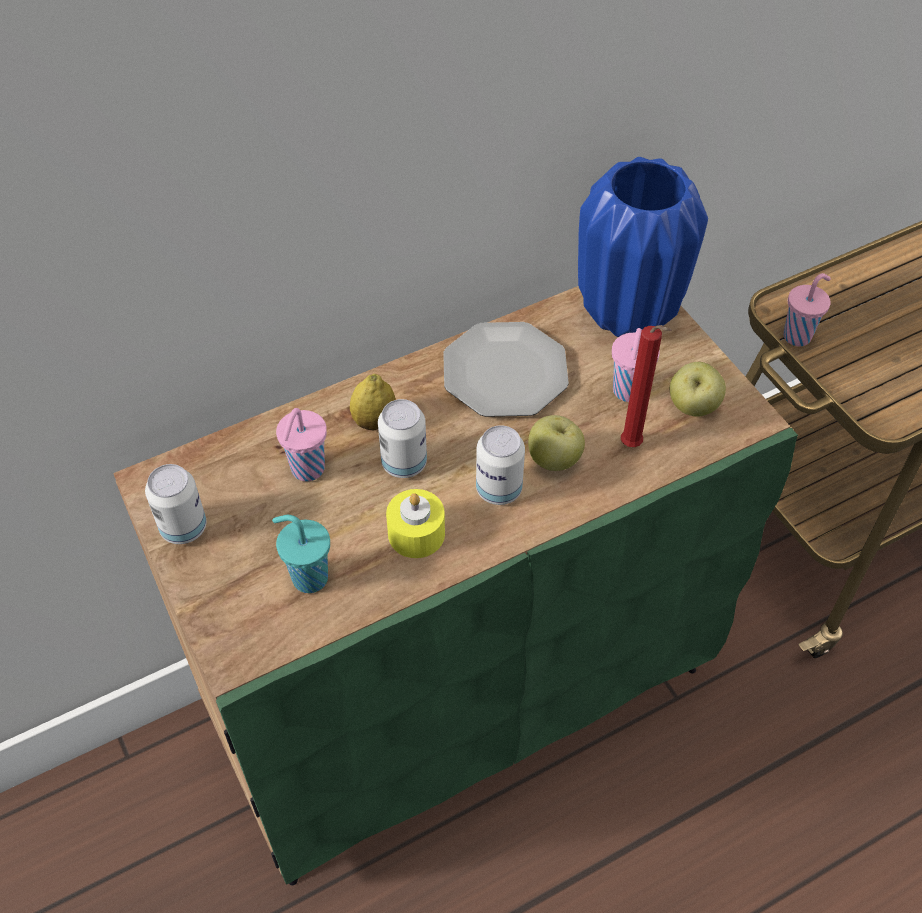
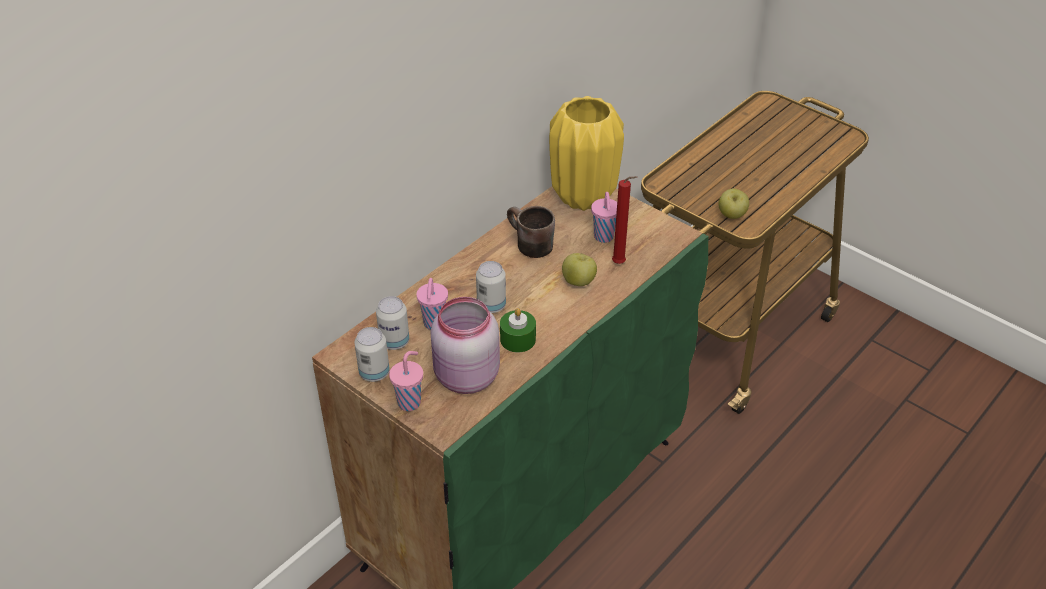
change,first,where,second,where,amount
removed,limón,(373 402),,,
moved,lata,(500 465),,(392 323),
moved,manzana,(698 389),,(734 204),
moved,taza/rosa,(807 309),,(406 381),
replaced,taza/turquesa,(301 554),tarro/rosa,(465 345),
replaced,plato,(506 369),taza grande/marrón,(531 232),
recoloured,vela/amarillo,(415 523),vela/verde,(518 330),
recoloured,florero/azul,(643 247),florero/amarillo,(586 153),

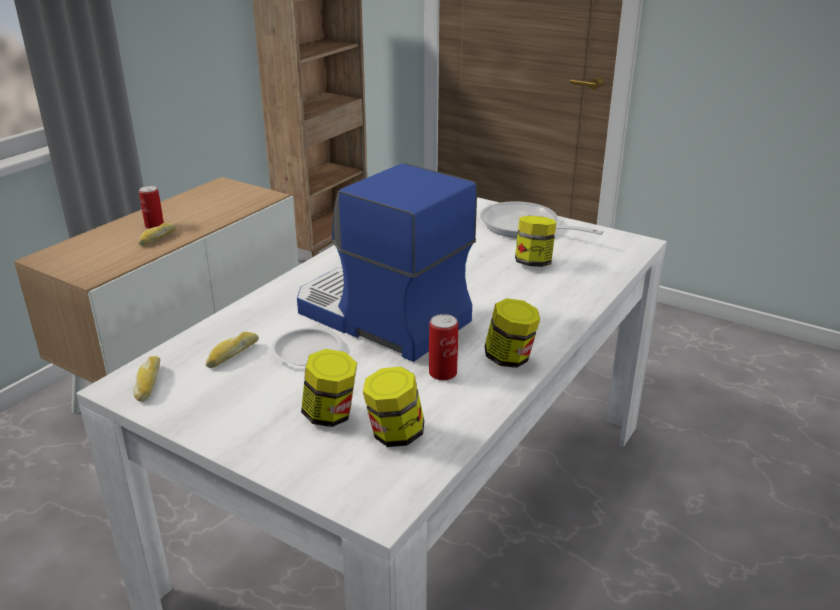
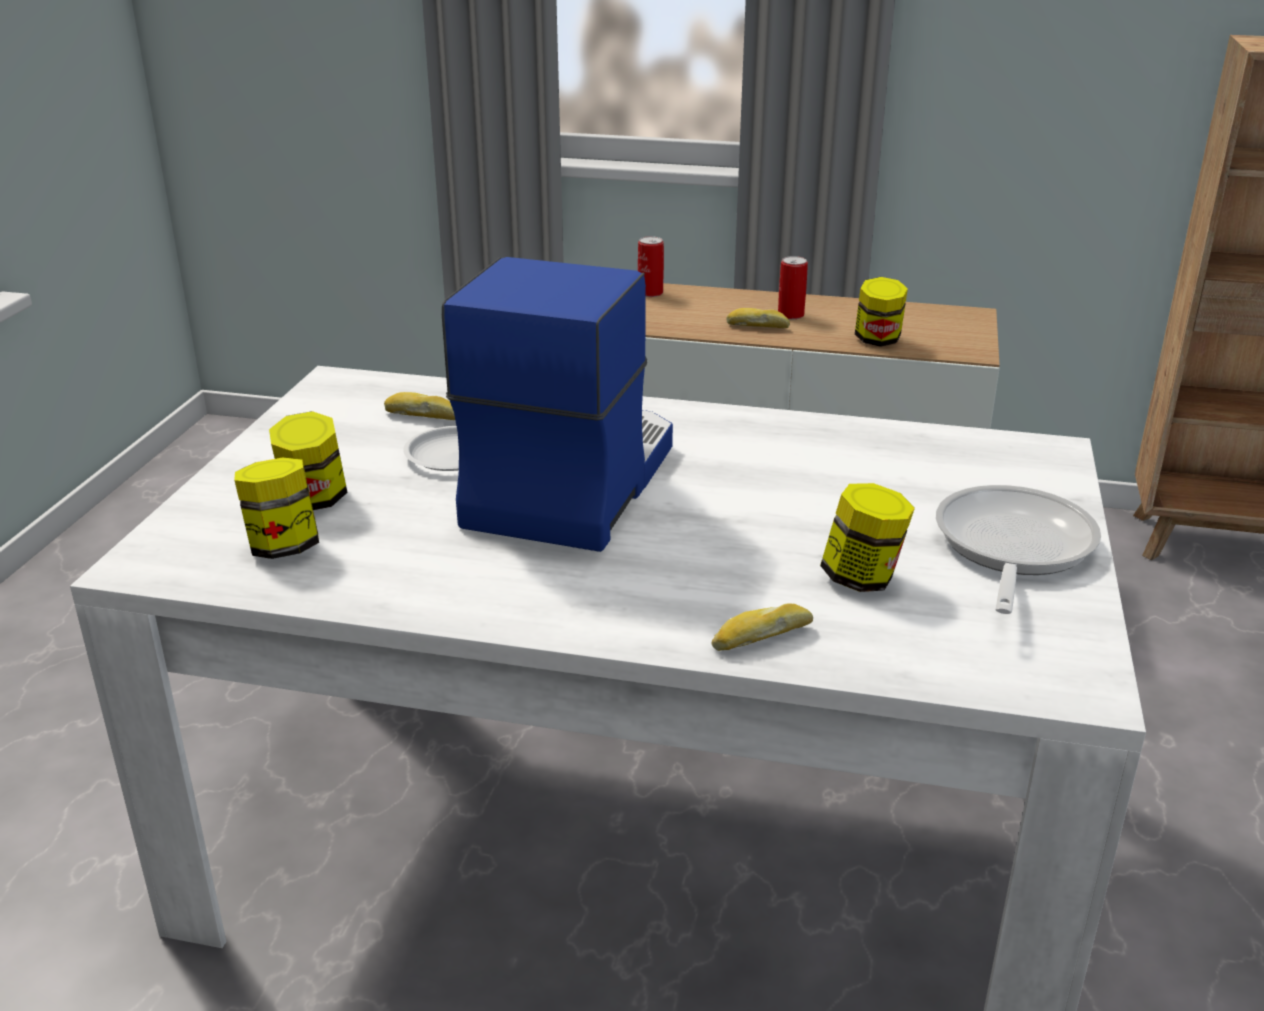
change,first,where,second,where,amount
moved,pan,(146 379),,(762 627),
moved,lata,(443 347),,(651 266),
moved,tarro,(512 333),,(881 312),

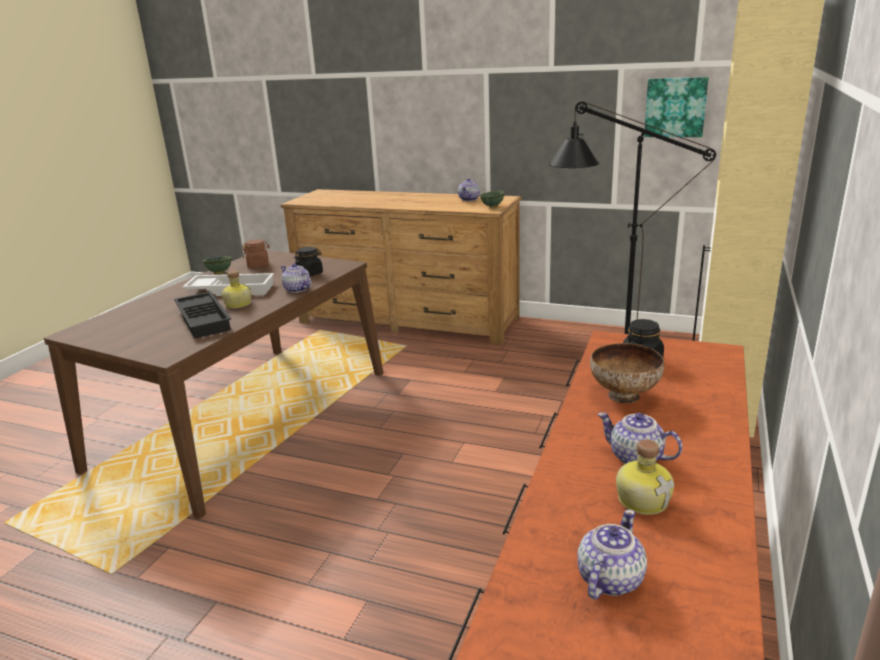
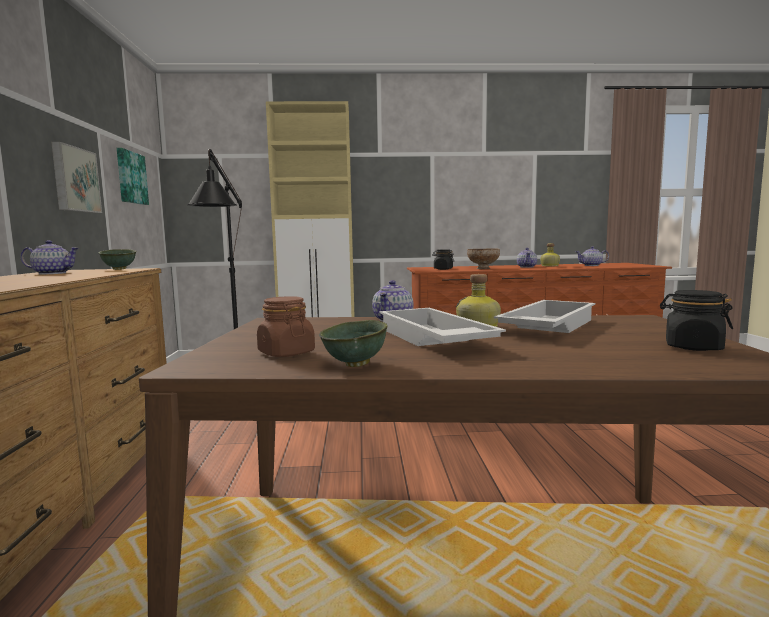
change,first,where,second,where,amount
added,,,cuadro,(76 177),
moved,tarro/negro,(308 261),,(696 320),
recoloured,bandeja/negro,(202 315),bandeja/blanco,(544 316),

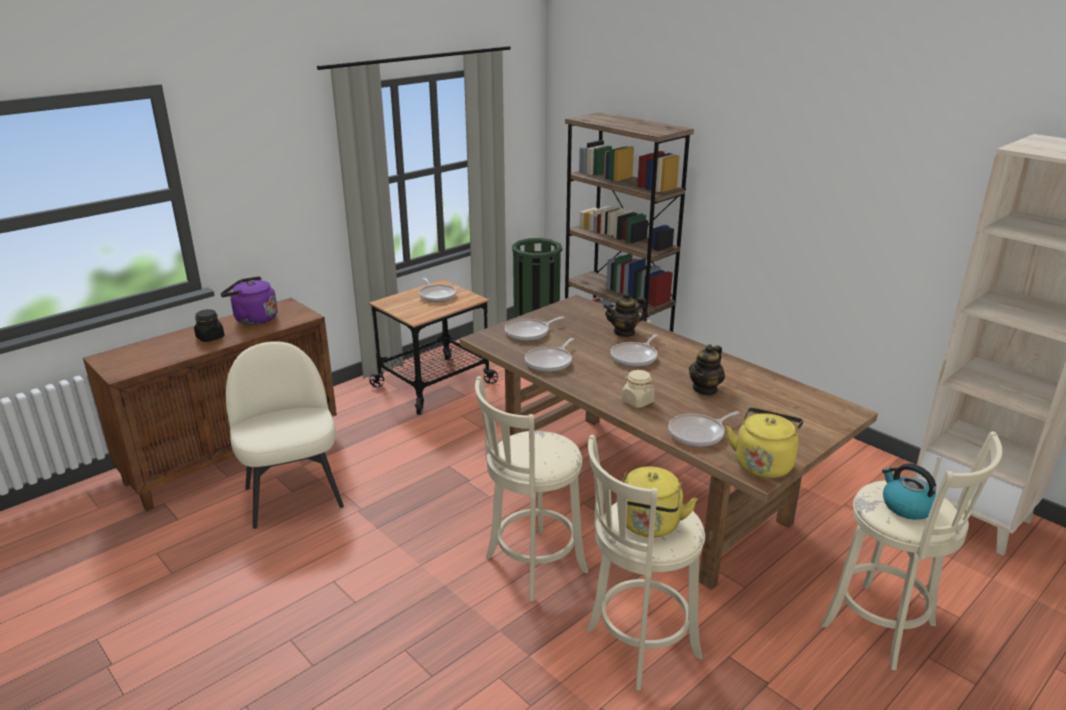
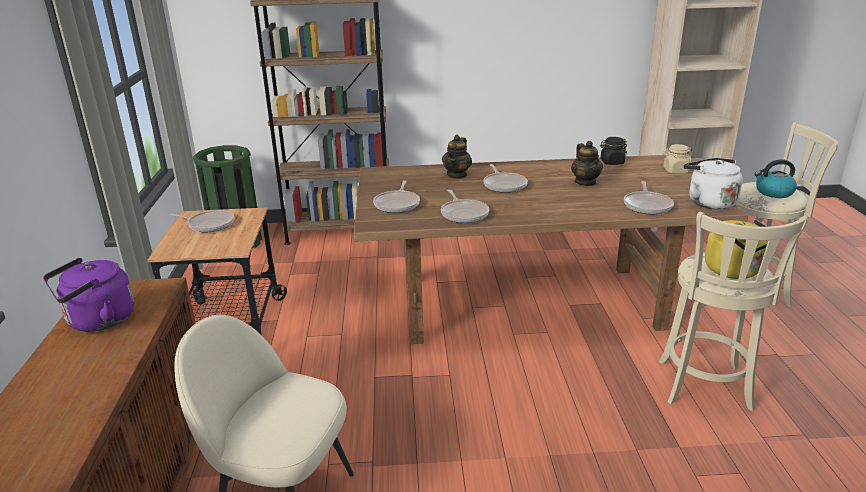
change,first,where,second,where,amount
removed,taburete/beis,(531 489),,,
moved,tarro/negro,(209 325),,(613 151),
moved,tarro/beis,(638 389),,(678 159),
recoloured,hervidor/amarillo,(764 442),hervidor/blanco,(713 184),

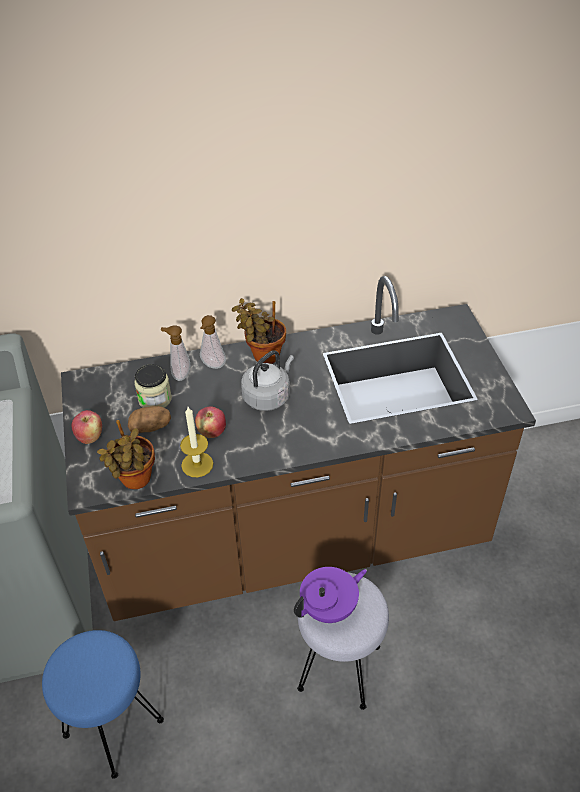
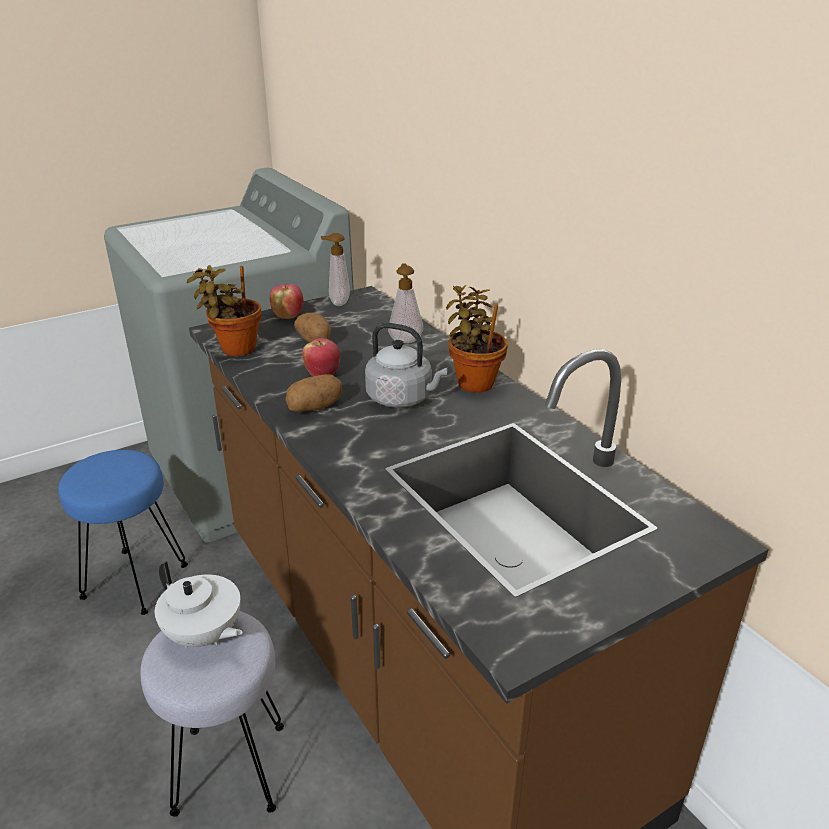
change,first,where,second,where,amount
removed,tarro,(153 386),,,
removed,vela,(196 442),,,
added,,,patata,(313 393),
moved,dispensador de jabón,(213 342),,(335 269),
recoloured,tetera/morado,(330 595),tetera/blanco,(199 604),

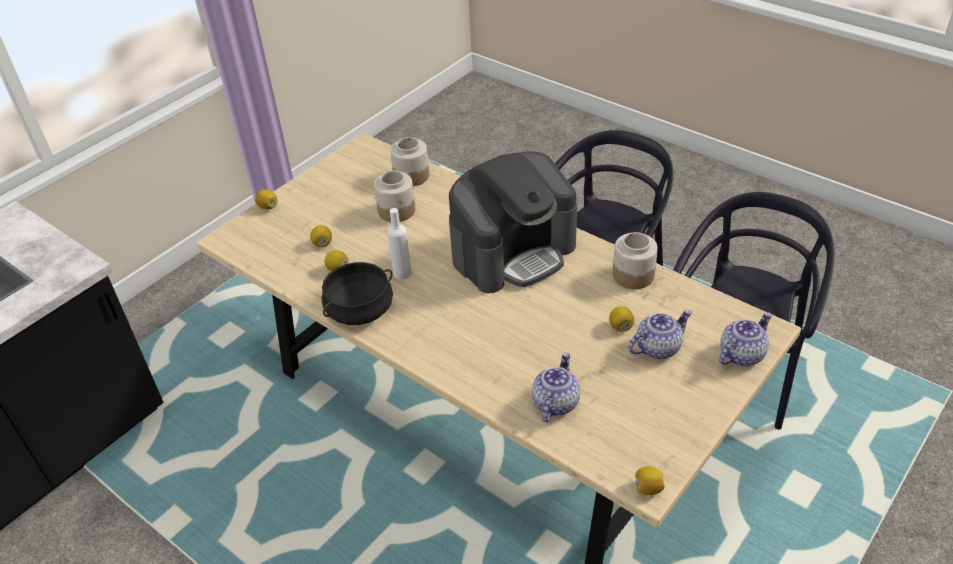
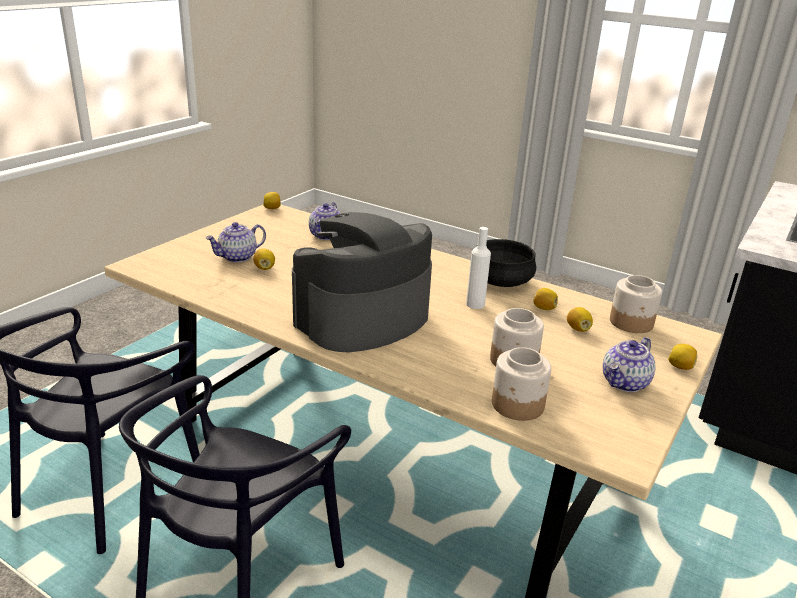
change,first,where,second,where,amount
moved,tarro,(635 260),,(636 304),
moved,tetera,(745 339),,(629 364),

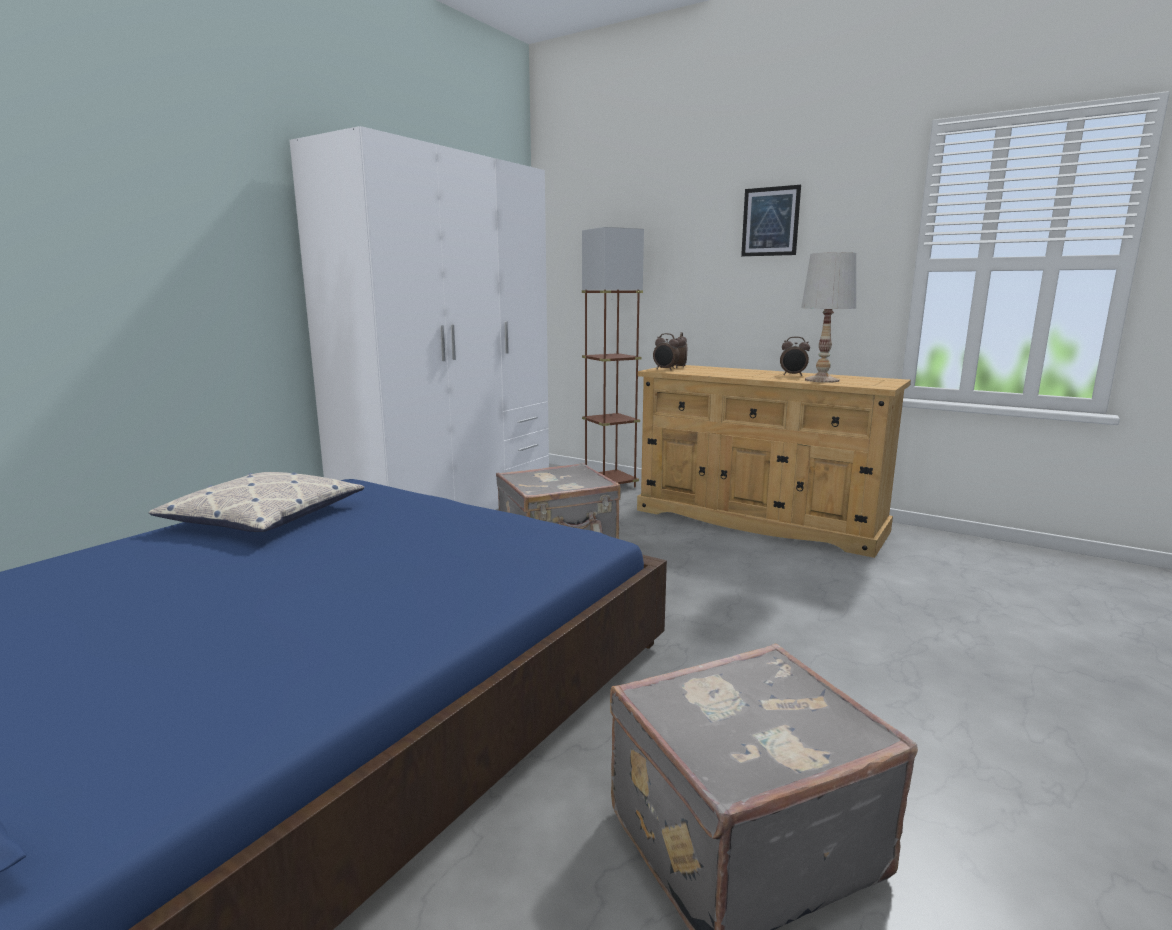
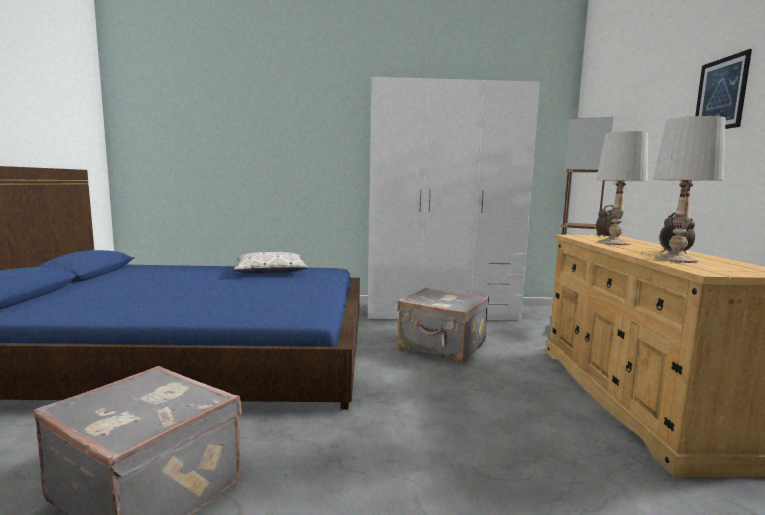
change,first,where,second,where,amount
removed,despertador,(666 351),,,
added,,,lámpara de mesa/blanco,(622 188),

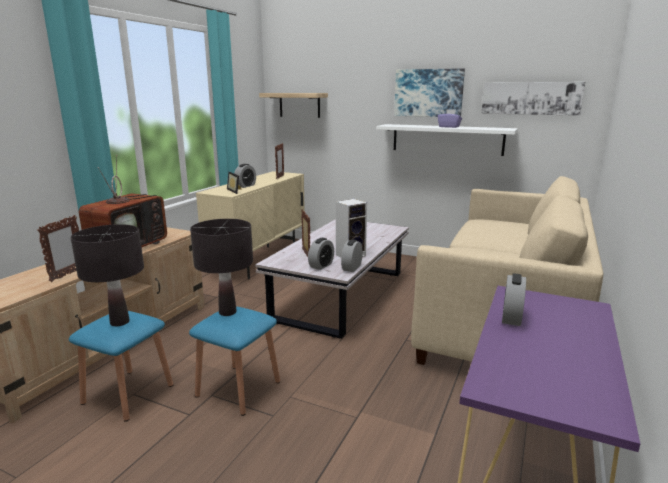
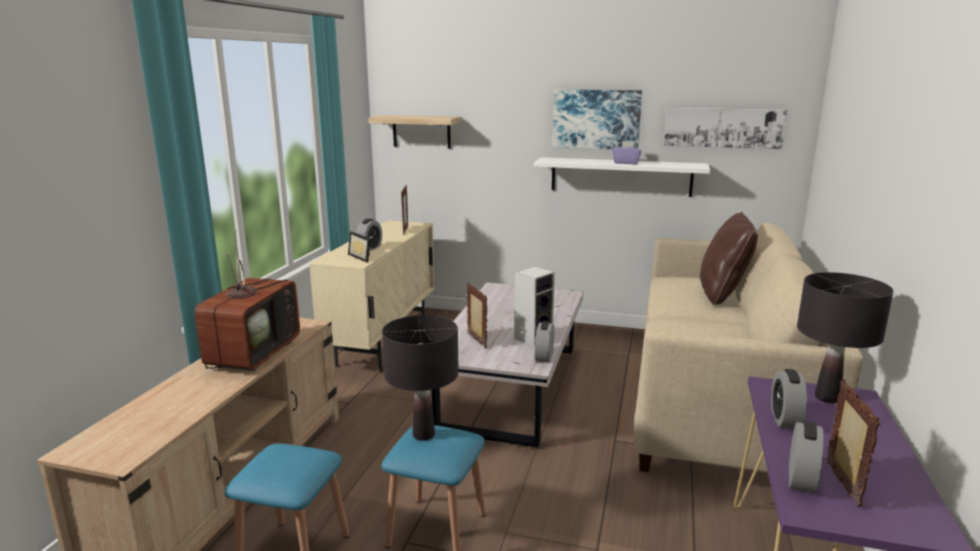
change,first,where,second,where,amount
added,,,cojín/marrón,(729 258),
moved,portarretratos,(58 248),,(853 443),
moved,lámpara de mesa/negro,(107 275),,(845 337),
moved,despertador,(321 254),,(806 457),

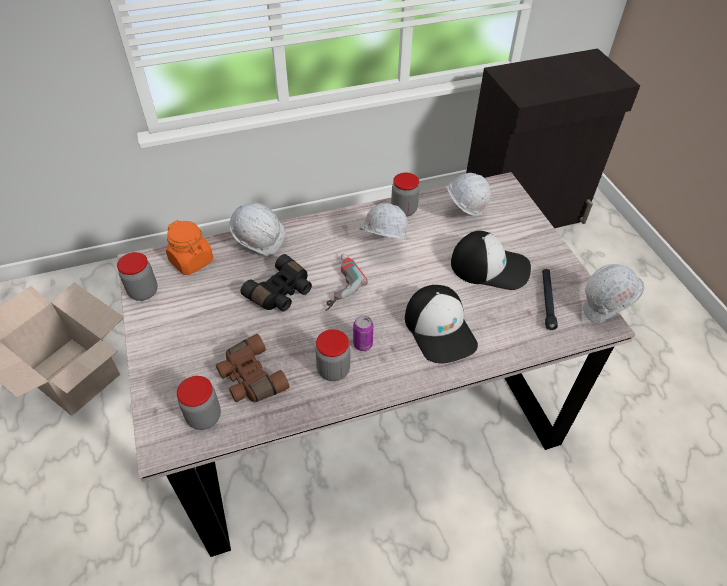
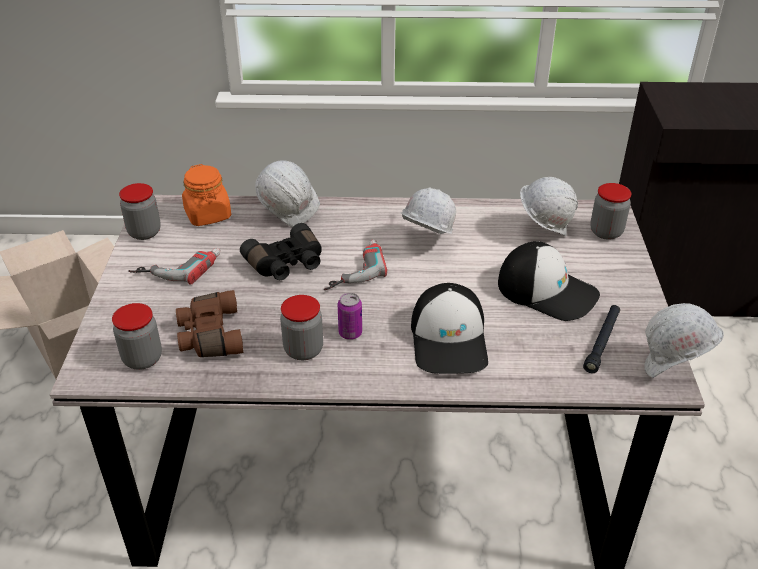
change,first,where,second,where,amount
added,,,taladro,(174 266),
moved,tarro,(405 195),,(610 211),

